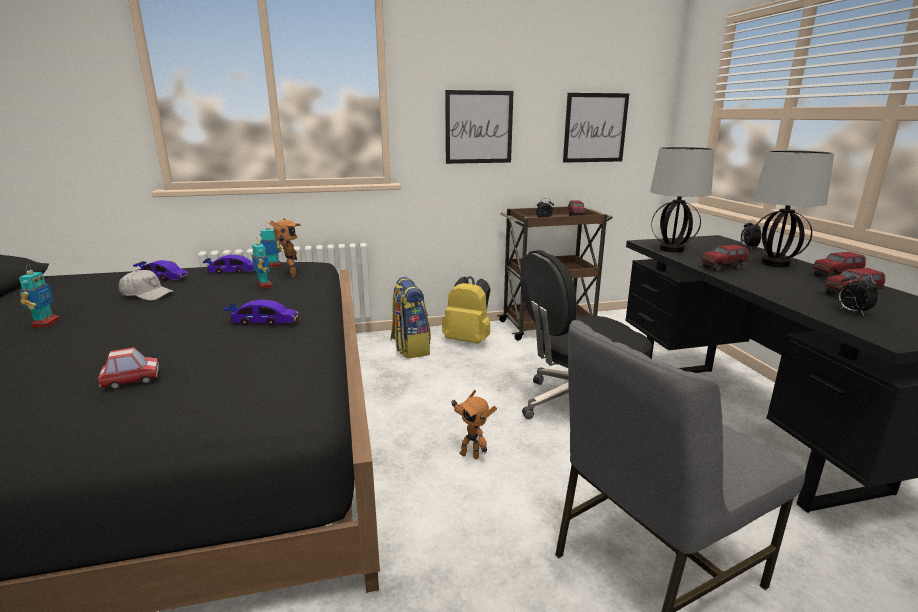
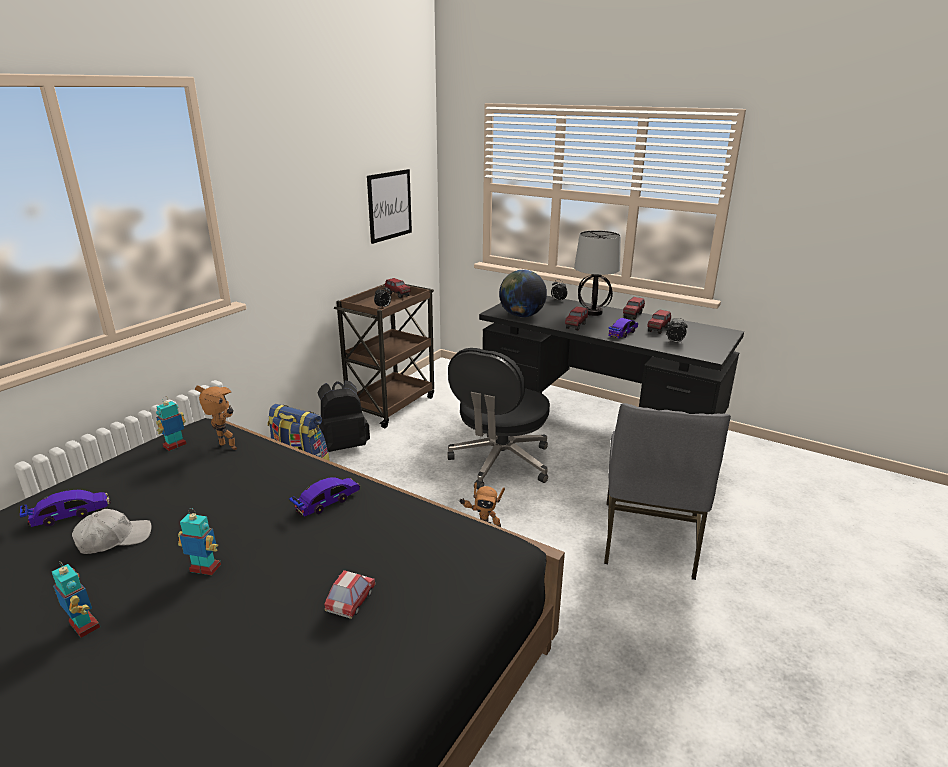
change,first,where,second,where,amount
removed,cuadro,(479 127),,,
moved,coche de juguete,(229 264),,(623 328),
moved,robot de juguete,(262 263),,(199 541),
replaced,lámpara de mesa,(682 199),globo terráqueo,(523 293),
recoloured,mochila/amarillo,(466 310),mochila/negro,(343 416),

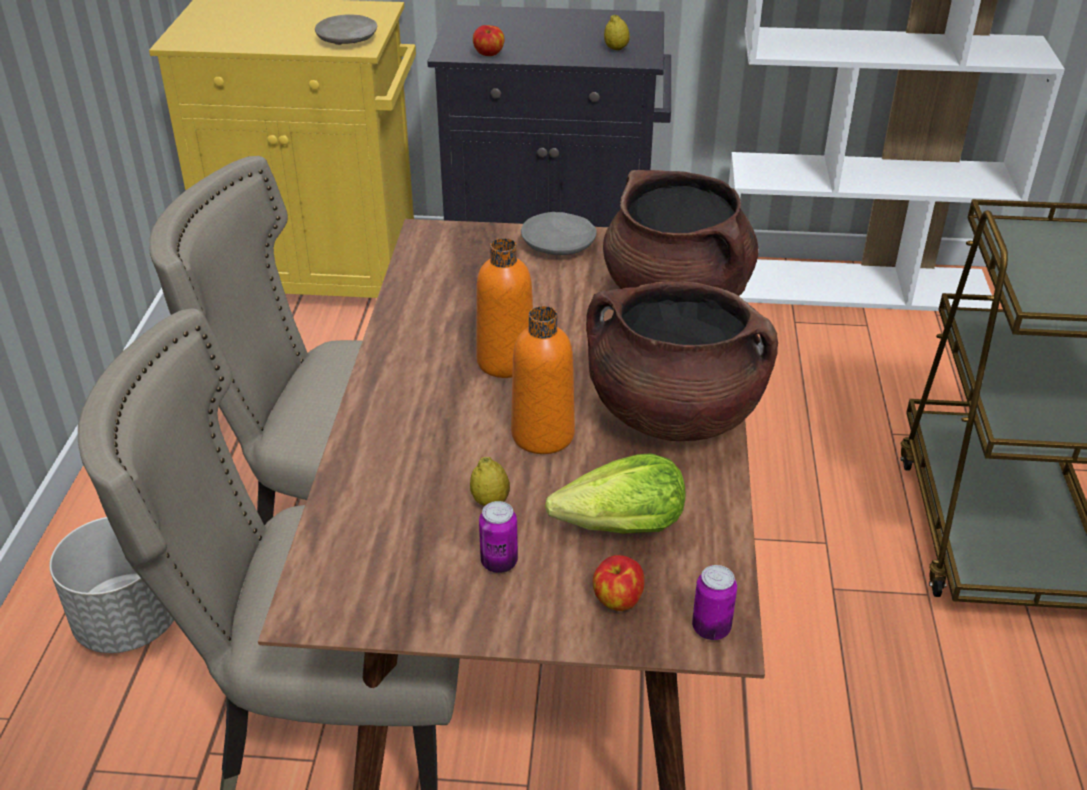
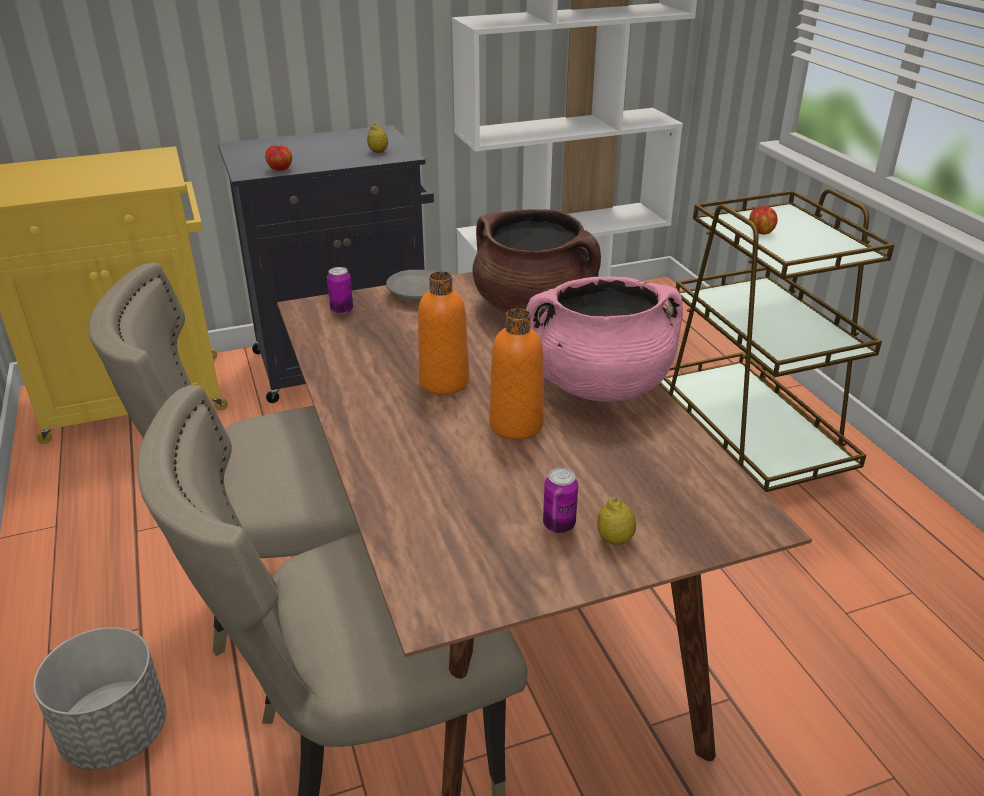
change,first,where,second,where,amount
removed,plato/beis,(346 30),,,
removed,lechuga,(615 493),,,
moved,limón,(490 481),,(616 521),
moved,manzana,(618 583),,(763 220),
moved,lata,(714 602),,(340 290),
recoloured,olla/marrón,(682 361),olla/rosa,(604 339),

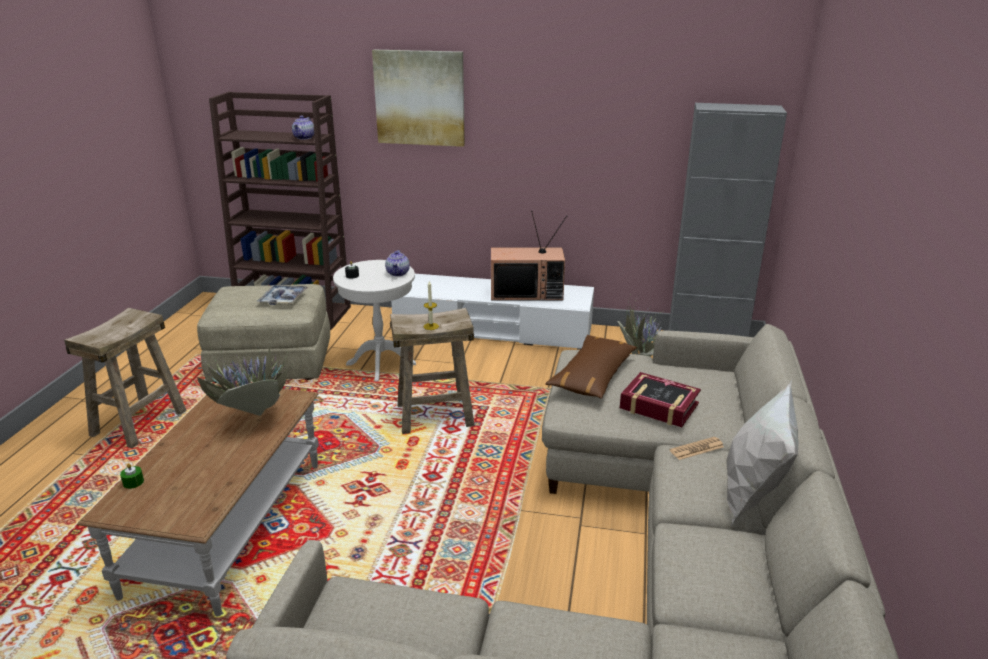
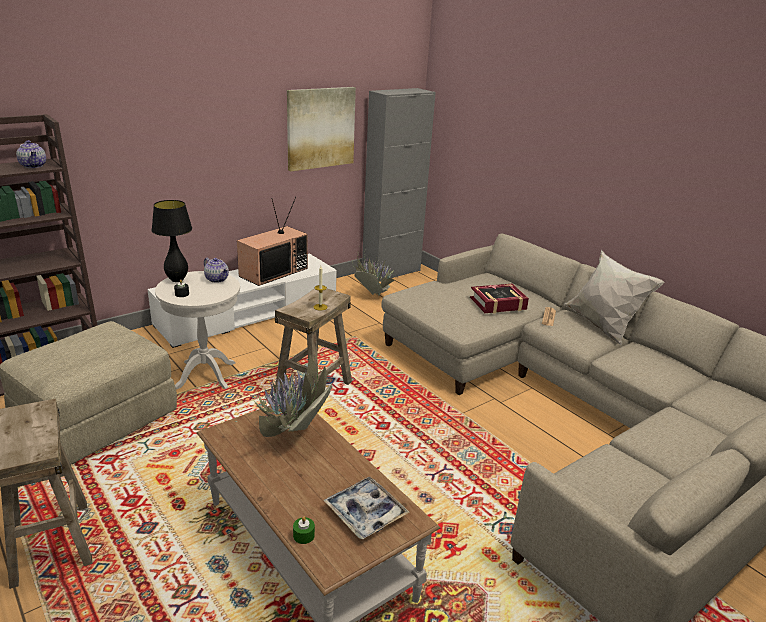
change,first,where,second,where,amount
removed,cojín/marrón,(591 366),,,
added,,,lámpara de mesa/negro,(171 241),
moved,bandeja,(282 295),,(366 508),
moved,cuadro,(418 98),,(321 129),

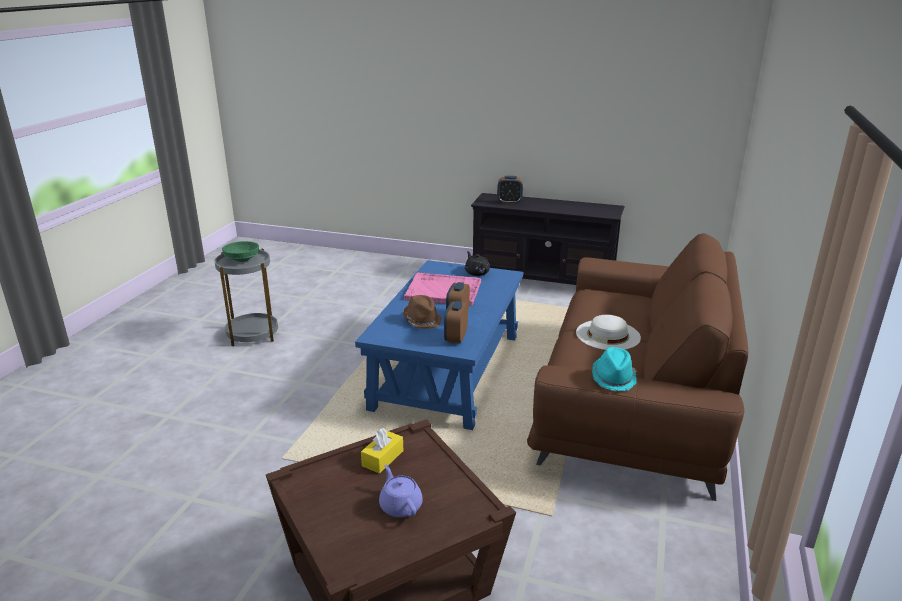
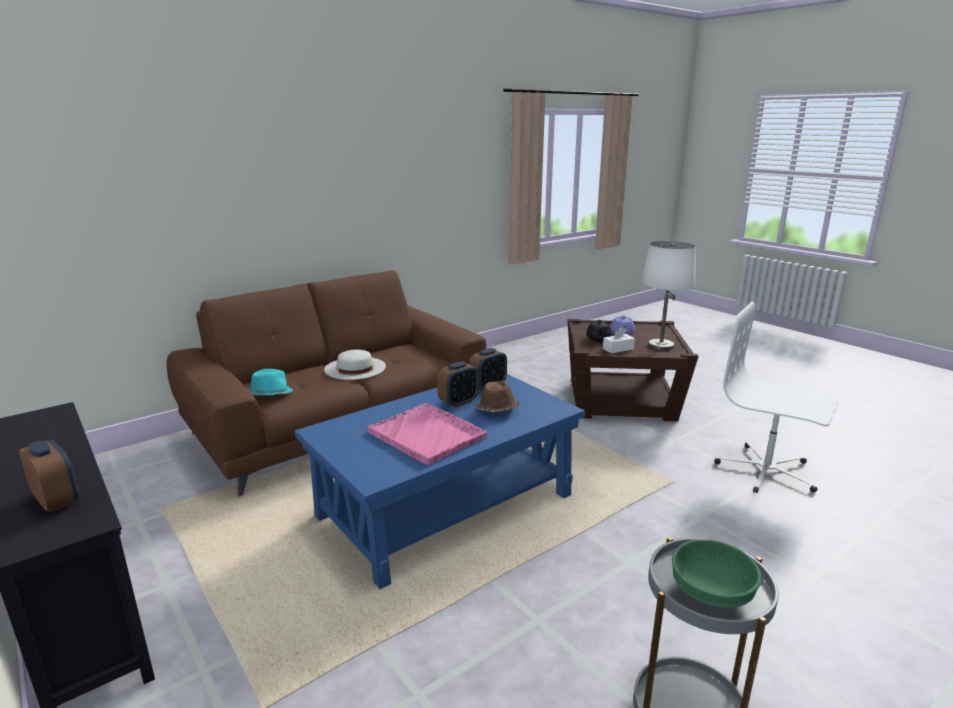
change,first,where,second,where,amount
added,,,lámpara de mesa/blanco,(669 296),
added,,,silla de oficina/blanco,(776 397),
moved,tetera/negro,(477 263),,(599 330),
moved,sombrero/turquesa,(614 369),,(271 382),
recoloured,caja de pañuelos/amarillo,(382 451),caja de pañuelos/blanco,(619 340),

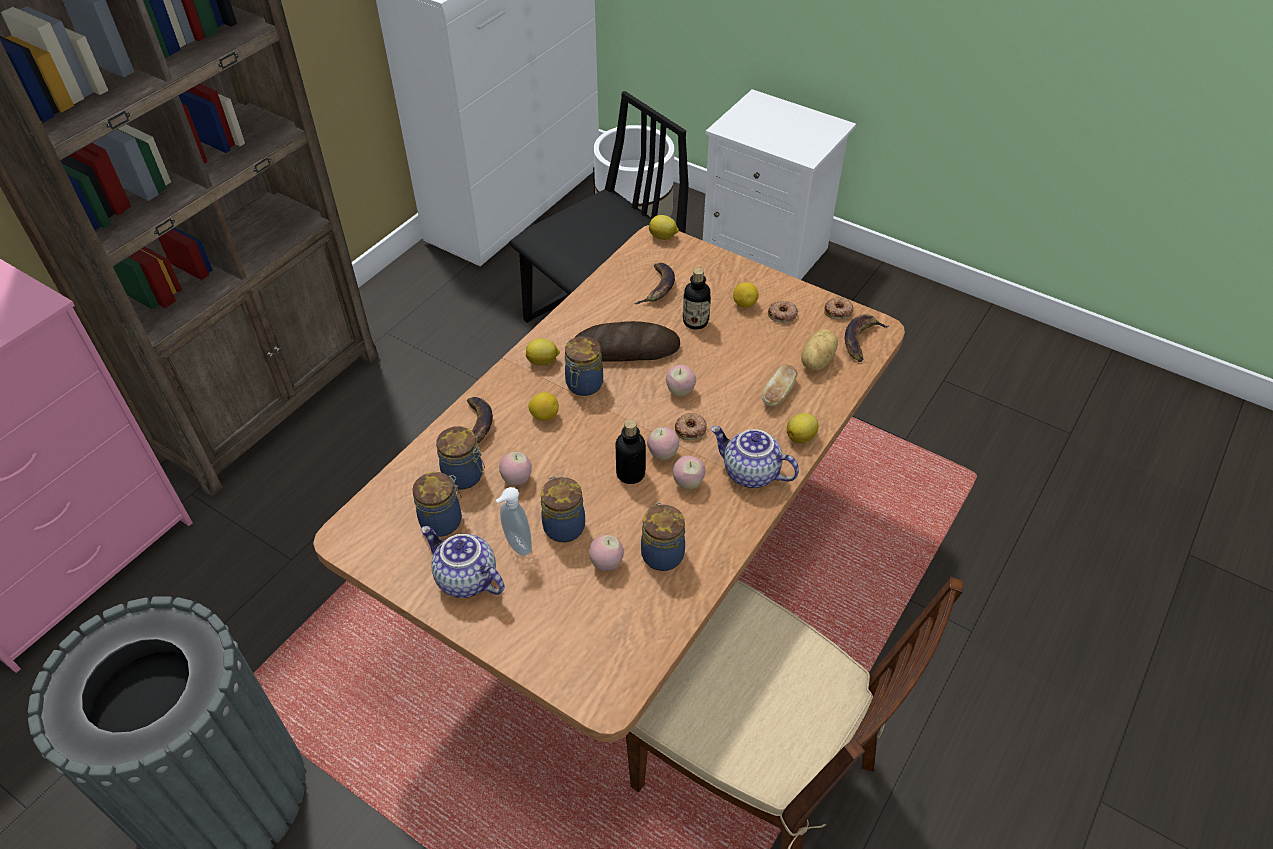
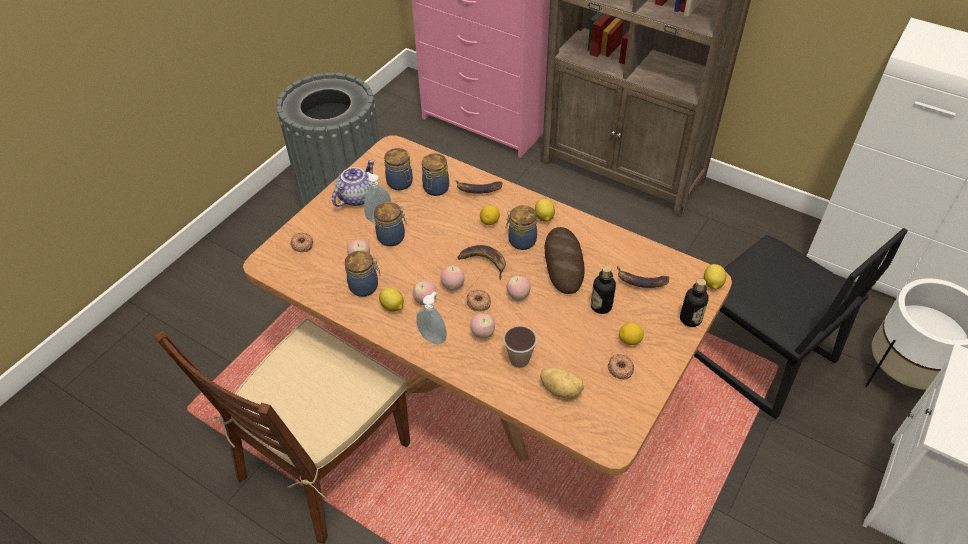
change,first,where,second,where,amount
moved,manzana,(515 469),,(482 326),
moved,botella,(631 451),,(694 302),
moved,limón,(802 428),,(391 300),
moved,rosquilla,(839 308),,(302 242),
moved,plátano,(867 338),,(481 262),
replaced,tetera,(755 457),dispensador de jabón,(431 318),
replaced,pan,(780 385),taza,(520 347),

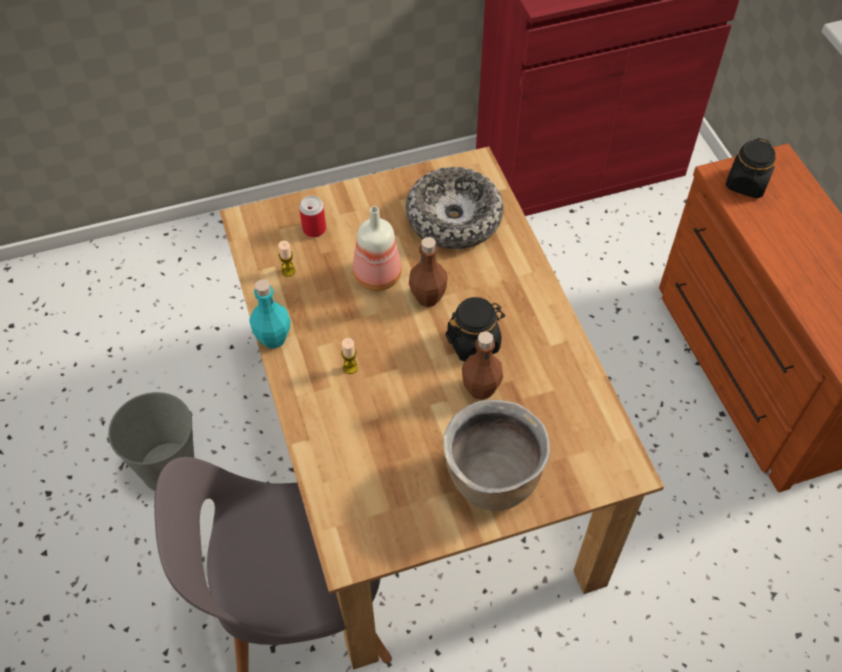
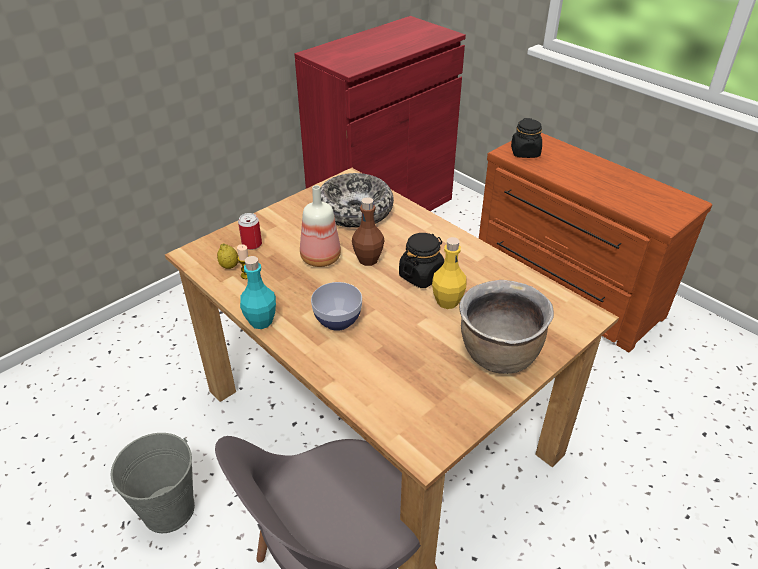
change,first,where,second,where,amount
added,,,limón,(228 256),
replaced,vela,(349 356),cuenco,(336 306),
recoloured,botella/marrón,(482 365),botella/amarillo,(449 273),

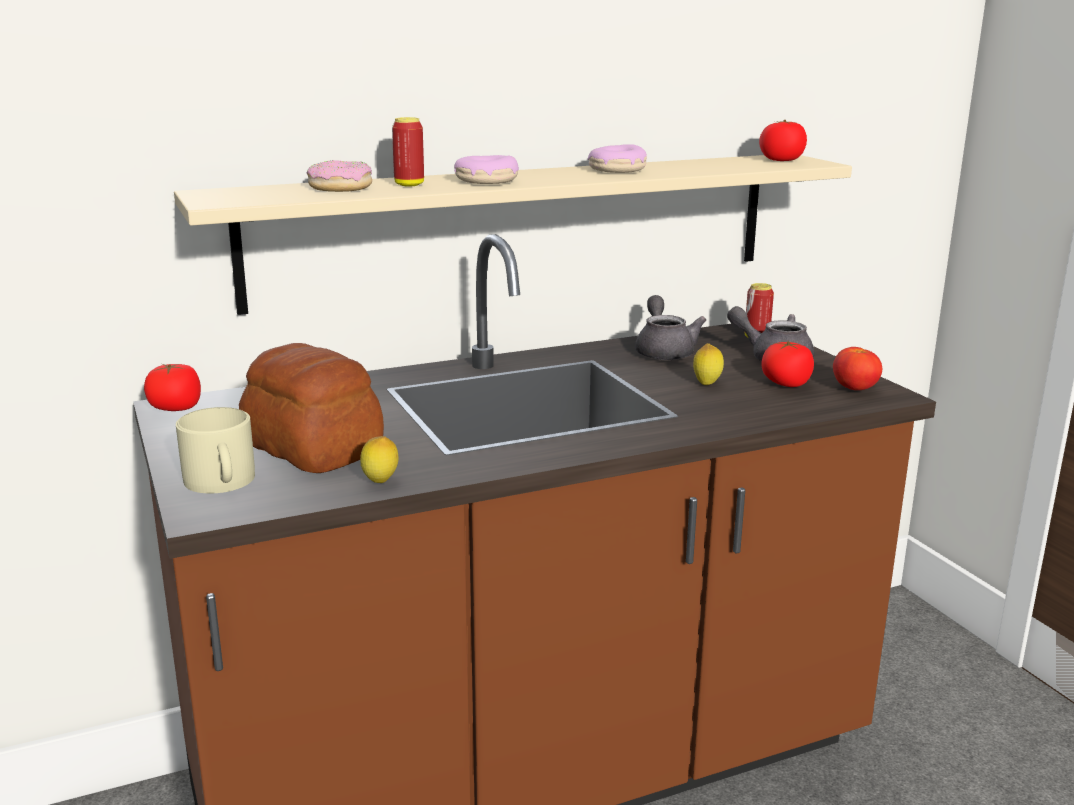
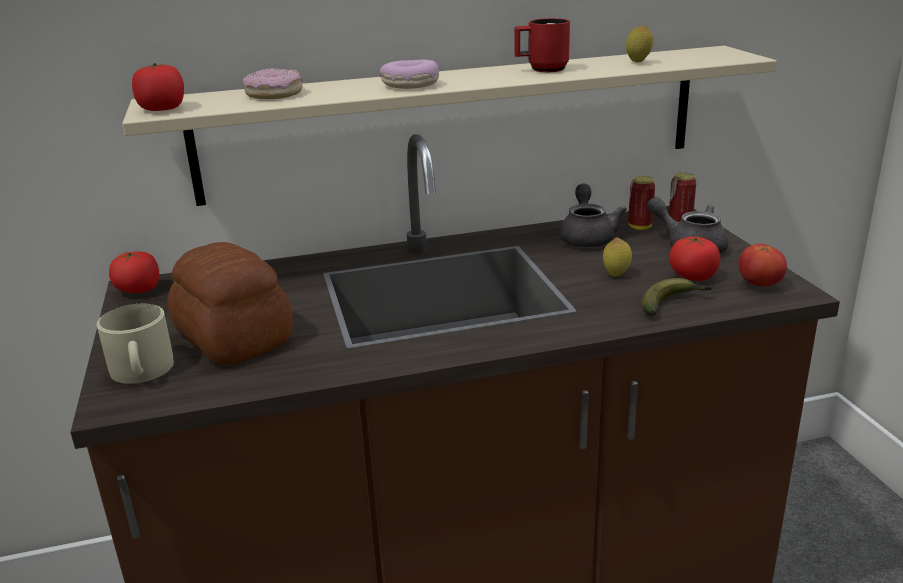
change,first,where,second,where,amount
added,,,plátano,(676 297),
moved,limón,(379 459),,(639 44),
moved,lata,(408 151),,(641 203),
moved,tomate,(783 140),,(158 87),
replaced,rosquilla,(617 158),taza grande/rojo,(542 45),

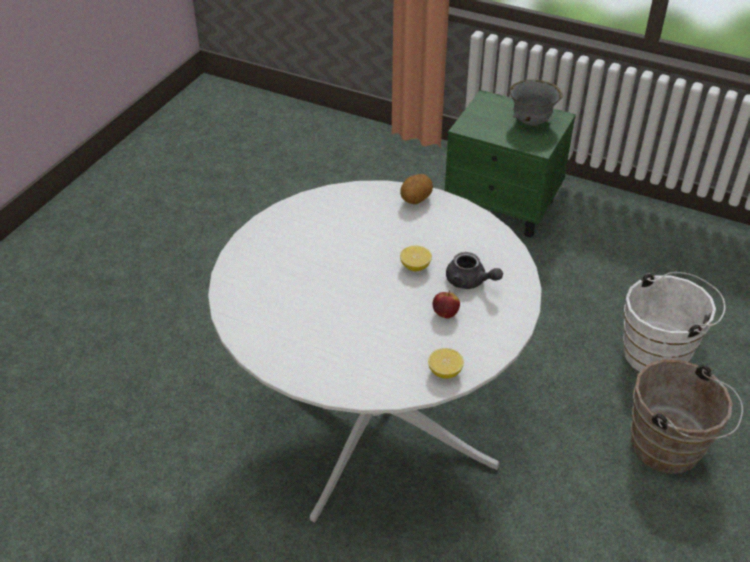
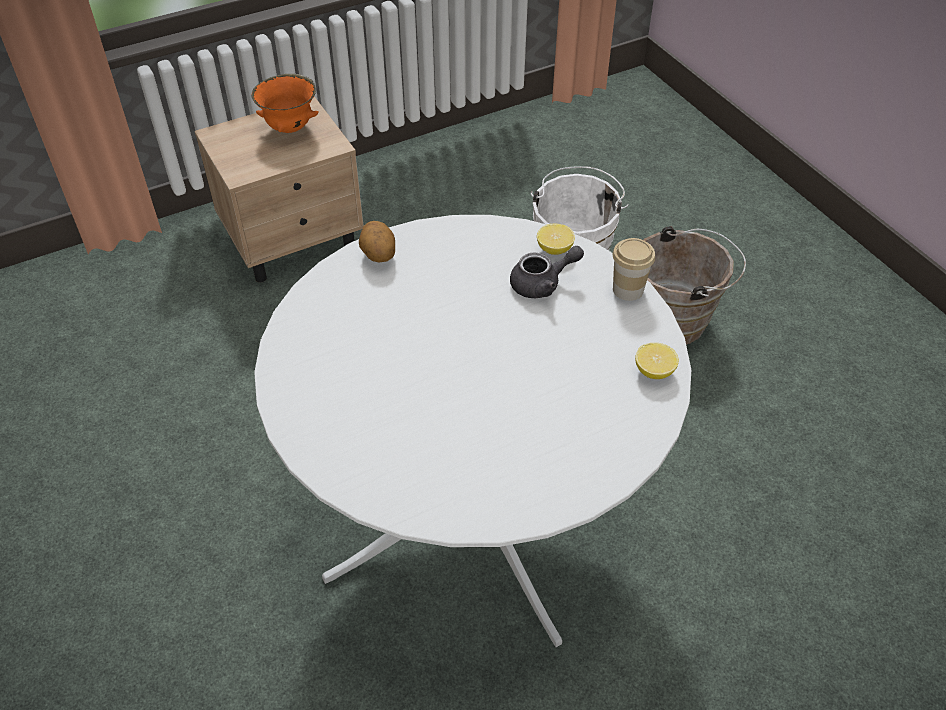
change,first,where,second,where,amount
removed,manzana,(446 305),,,
added,,,taza,(634 269),
moved,limón,(416 258),,(556 239),
recoloured,mesita de noche/verde,(510 163),mesita de noche/beis,(279 189),
recoloured,cuenco/gris,(536 103),cuenco/naranja,(285 103),

